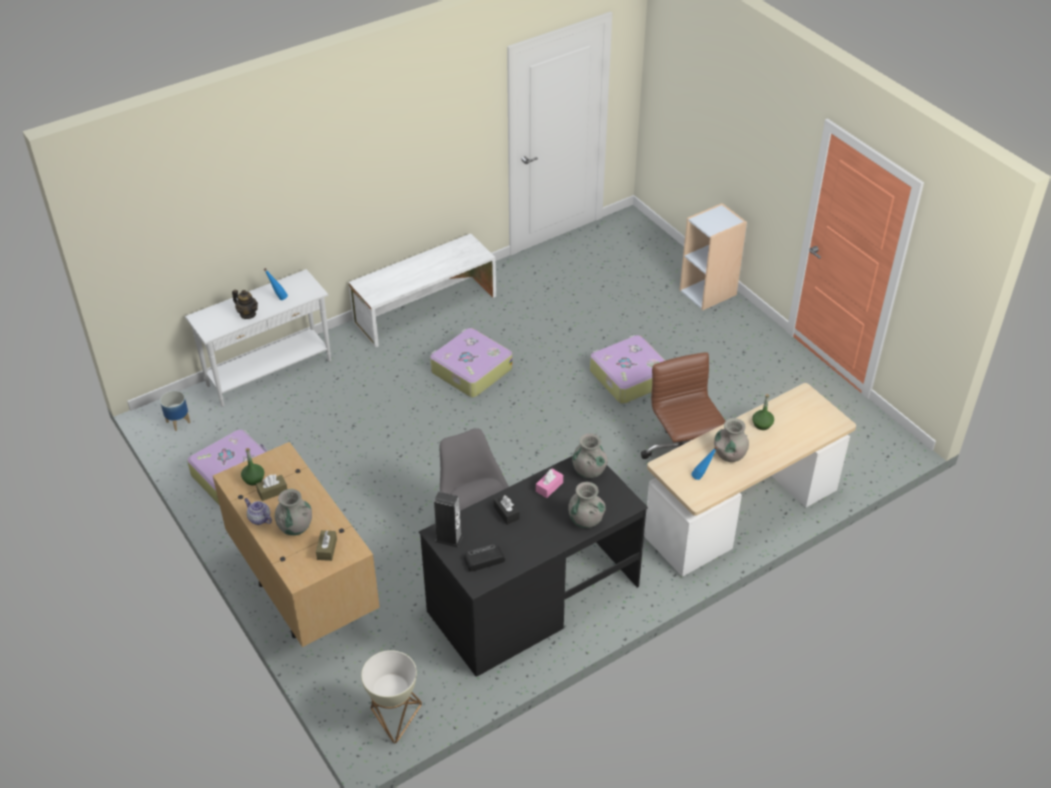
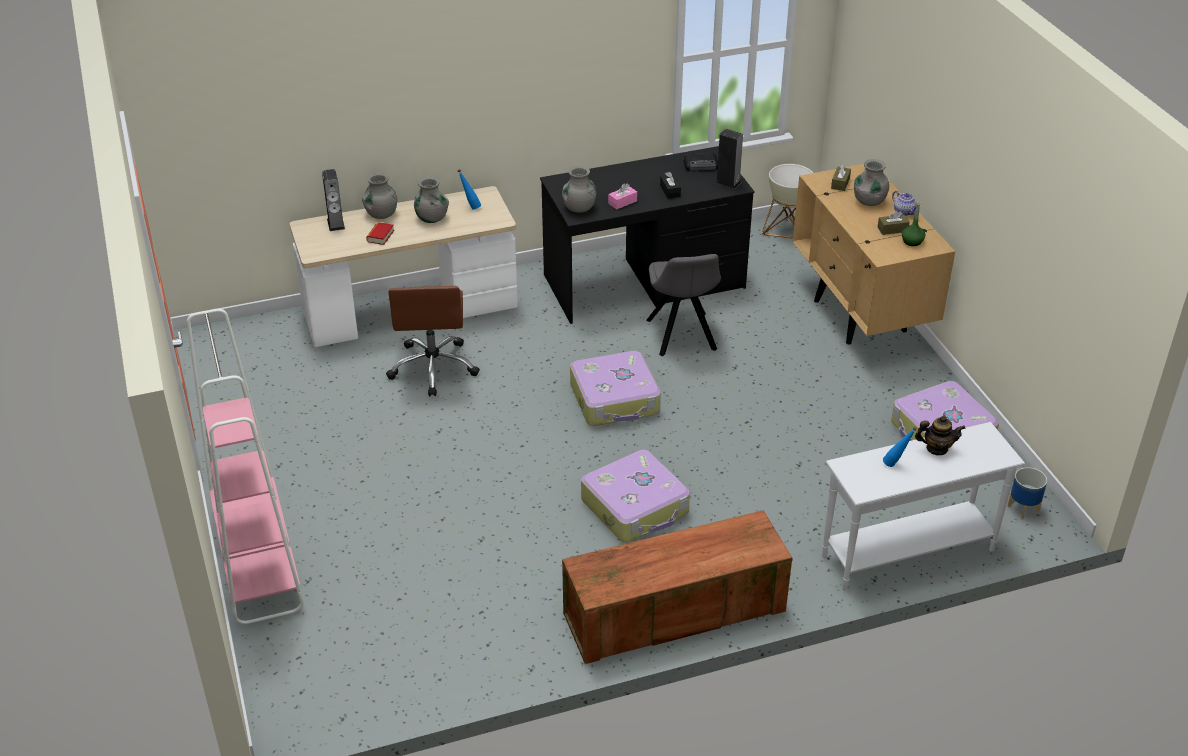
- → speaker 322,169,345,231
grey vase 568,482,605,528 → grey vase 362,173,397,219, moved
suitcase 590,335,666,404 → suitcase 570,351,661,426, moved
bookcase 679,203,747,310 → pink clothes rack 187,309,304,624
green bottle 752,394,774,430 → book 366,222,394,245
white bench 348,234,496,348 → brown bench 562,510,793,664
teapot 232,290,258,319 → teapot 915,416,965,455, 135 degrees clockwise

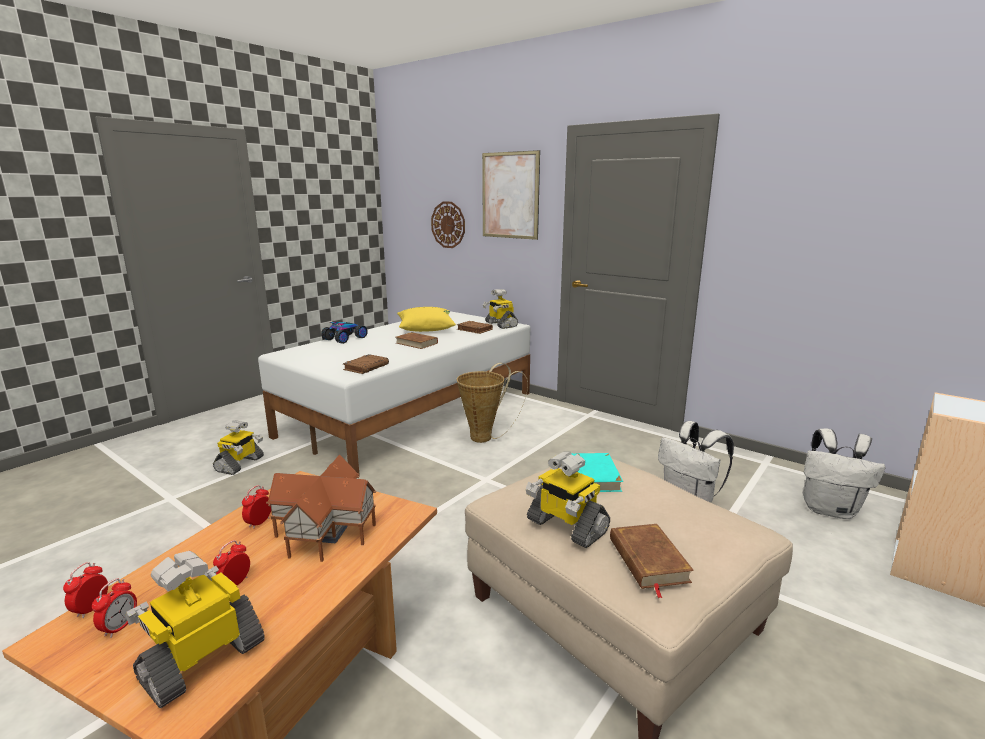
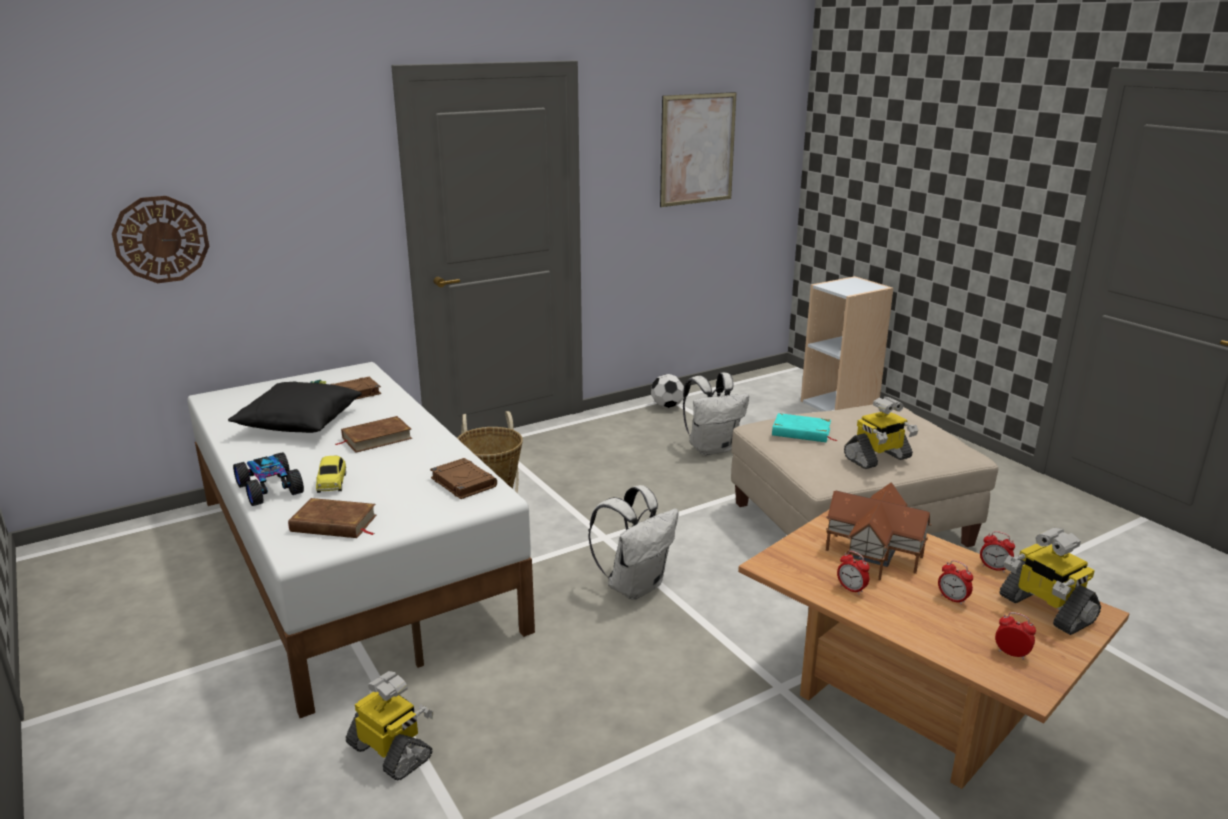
toy robot 483,289,518,329 → -
- → toy car 316,455,346,493
- → football 651,374,684,408
alarm clock 63,562,108,618 → alarm clock 980,531,1015,573, moved
picture 482,150,540,240 → picture 660,92,737,207, moved
brown book 610,524,694,598 → brown book 288,498,377,538, moved
white backpack 803,428,885,519 → white backpack 588,485,679,600, moved
yellow pillow 397,307,456,332 → black pillow 228,380,362,433

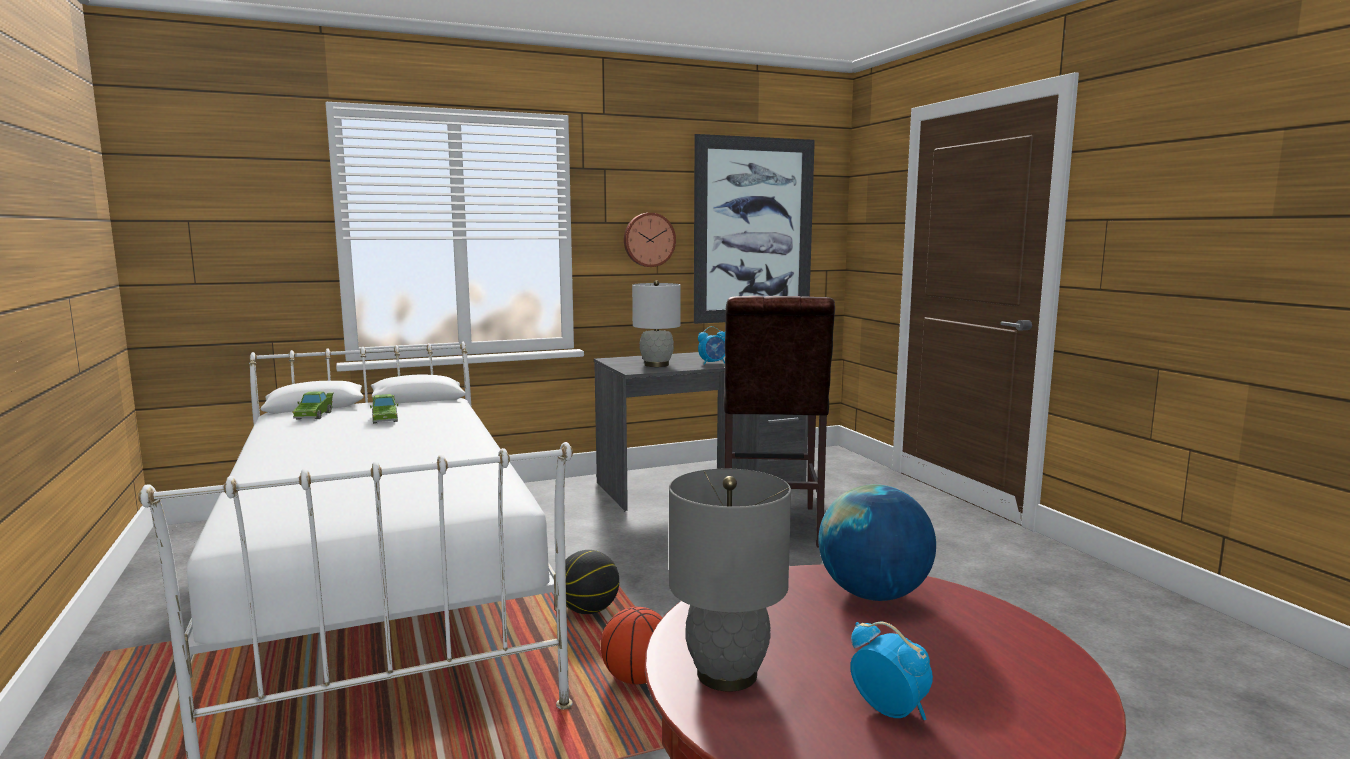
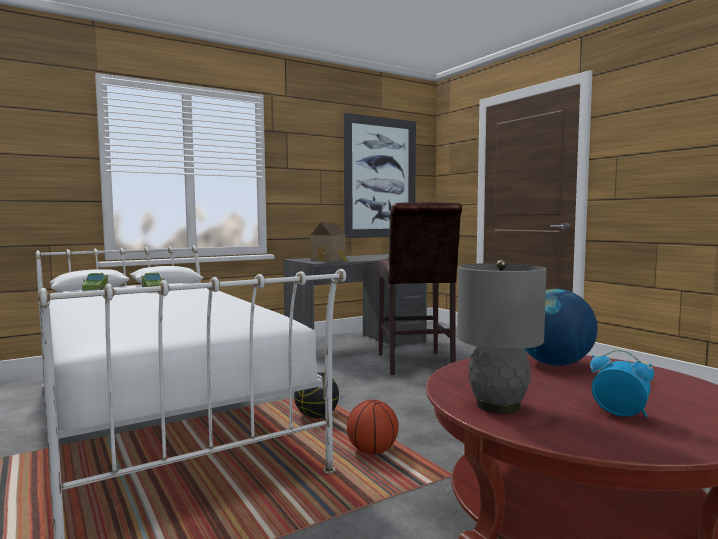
wall clock 624,213,676,267 → -
alarm clock 698,326,725,365 → -
white table lamp 632,280,681,367 → toy house 310,222,348,262

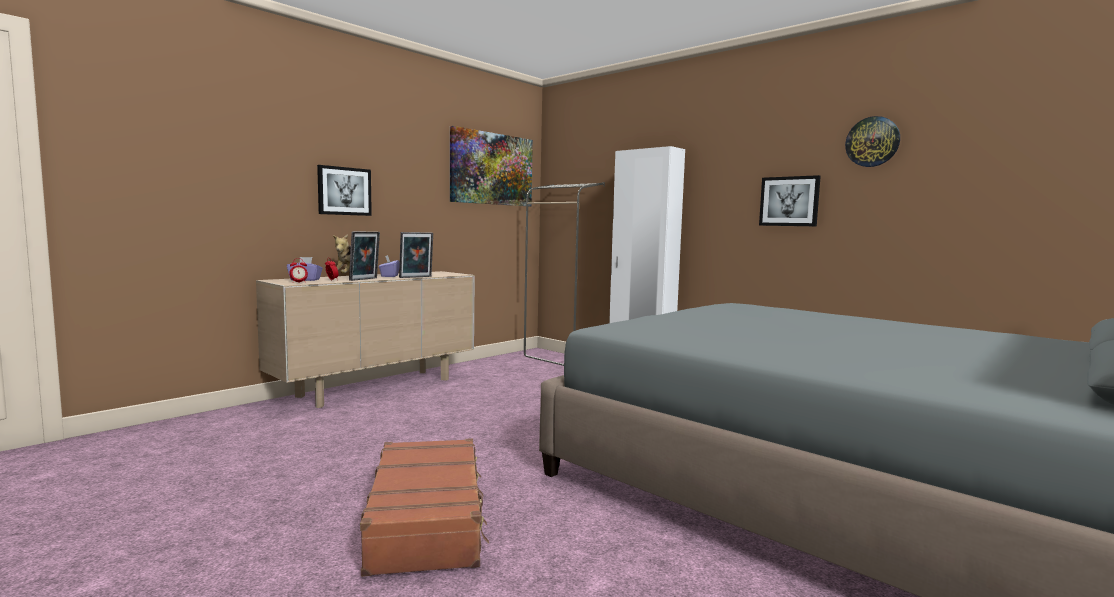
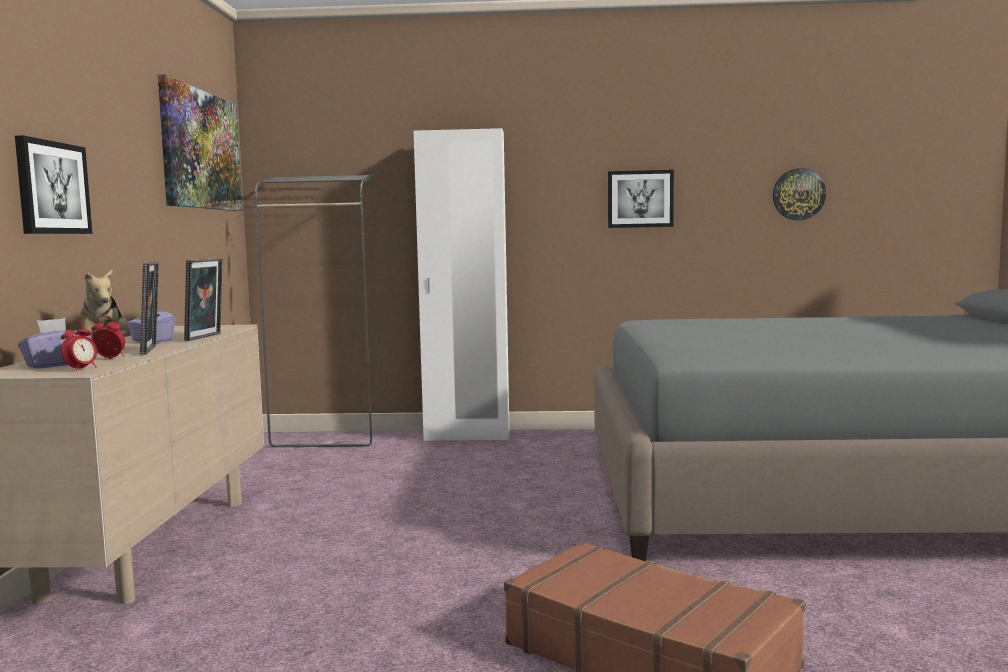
wall clock 845,116,900,167 → wall clock 773,168,826,220, moved

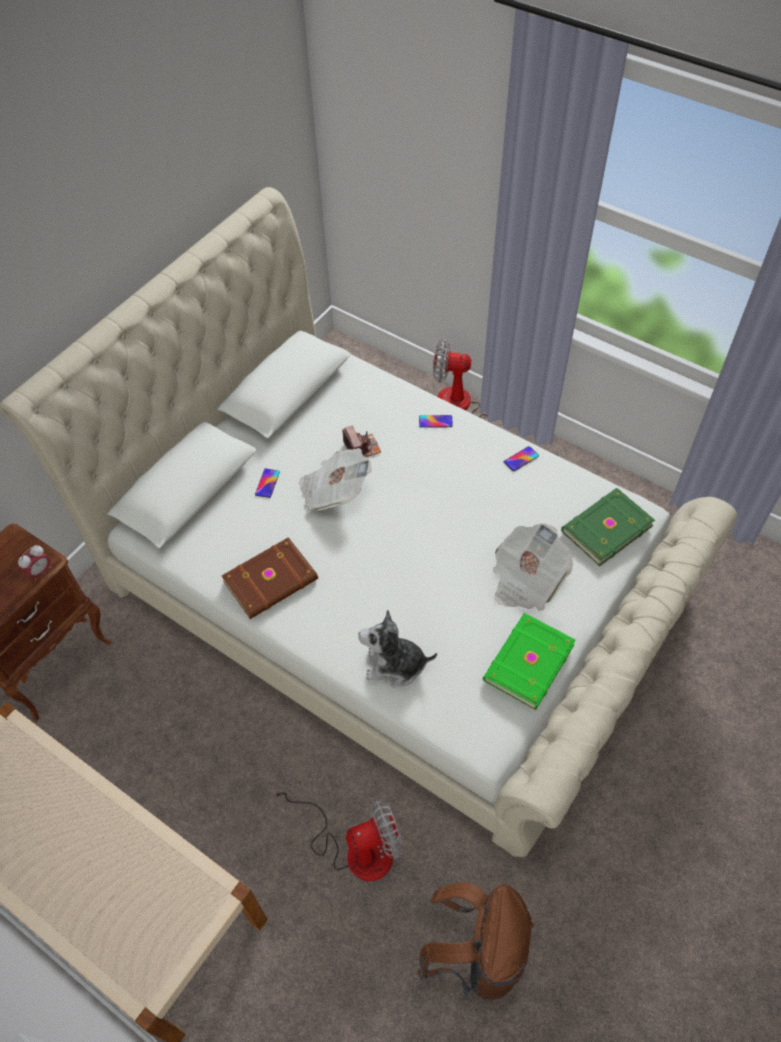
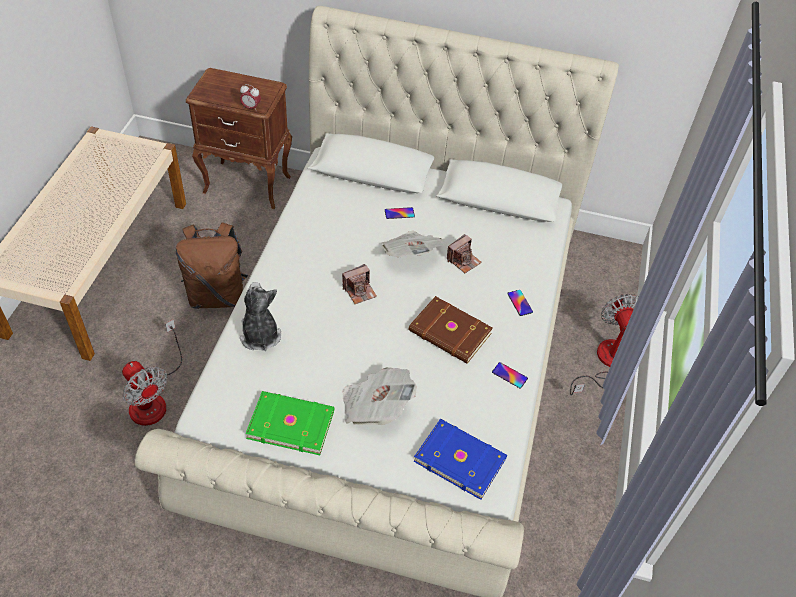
- → photo camera 342,264,377,304
brown book 222,537,318,619 → brown book 409,296,493,364, moved
brown backpack 417,882,534,1000 → brown backpack 176,222,248,309, moved
green book 561,488,655,566 → blue book 413,419,507,500

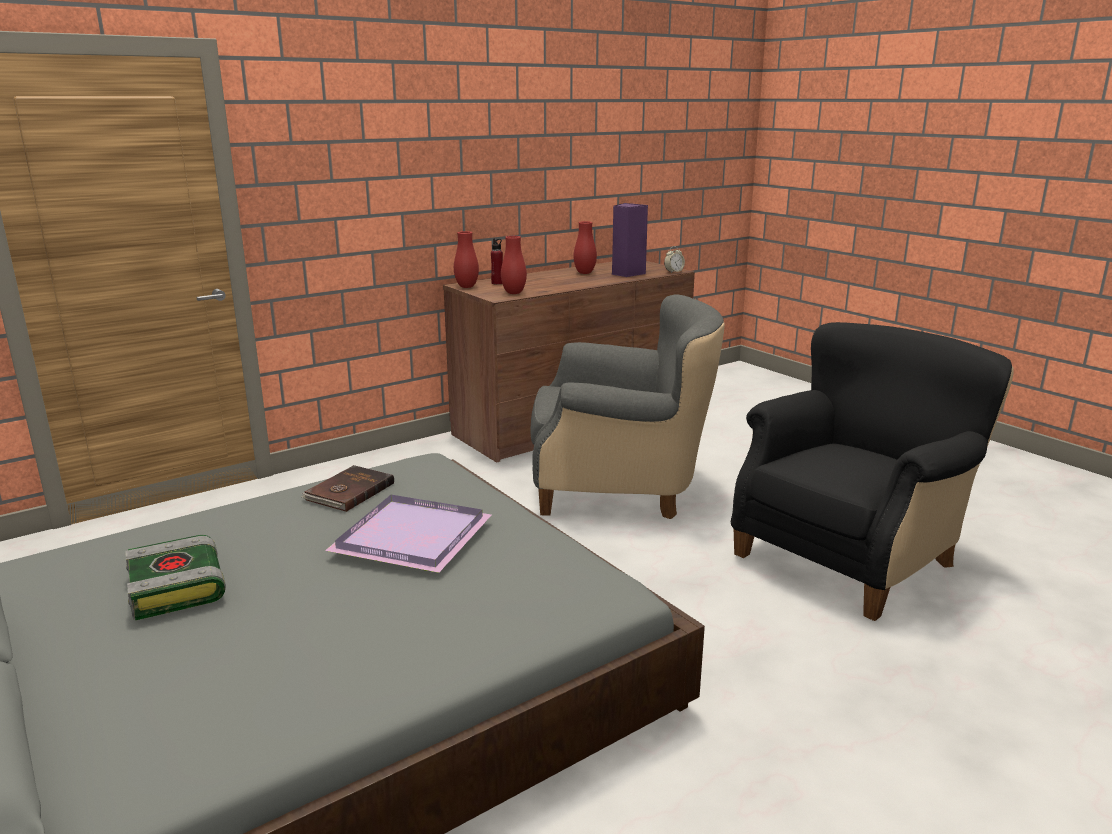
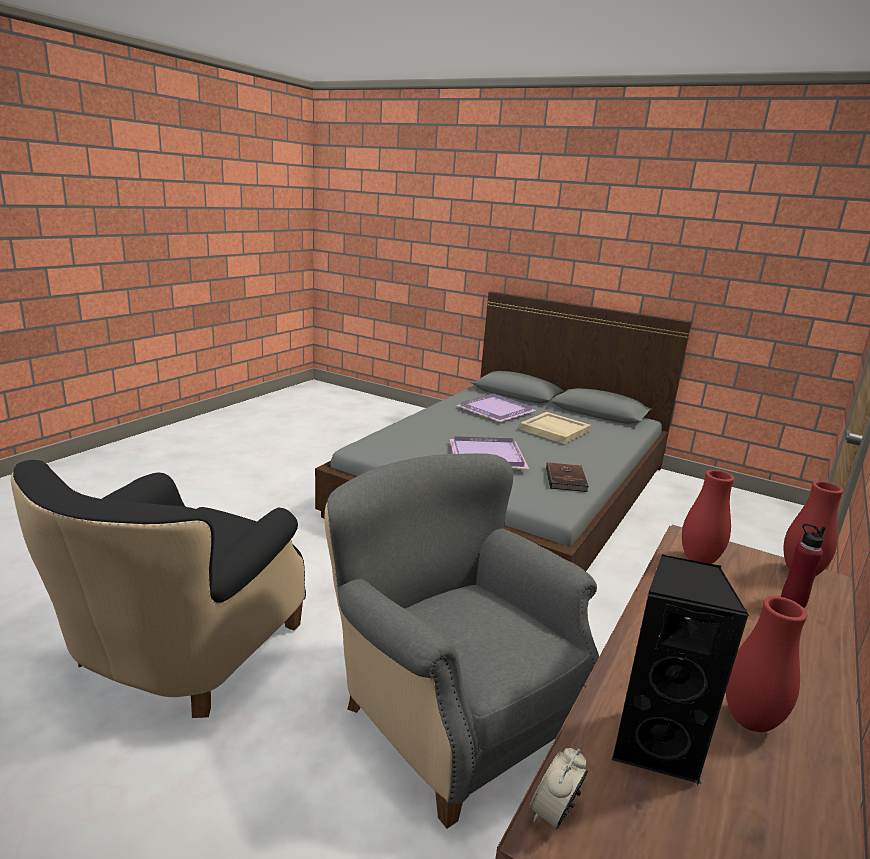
- → purple tray 456,393,536,422
book 125,535,226,620 → beige tray 519,412,591,444
purple speaker 612,203,648,277 → black speaker 612,555,749,786
grey armchair 530,294,725,519 → grey armchair 325,453,599,828, 75 degrees clockwise

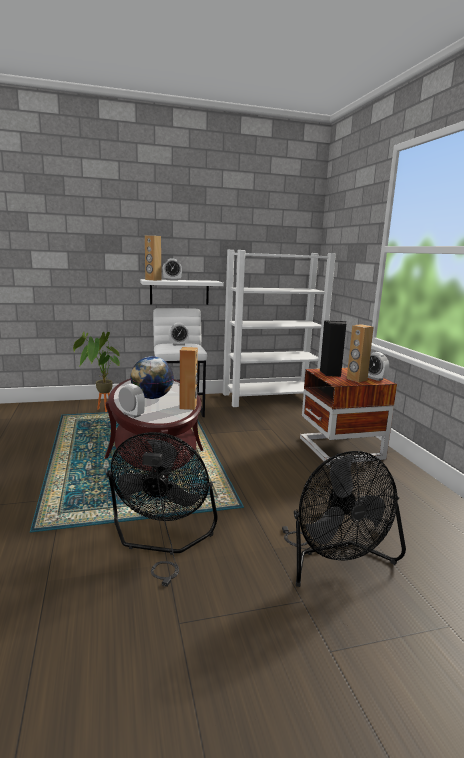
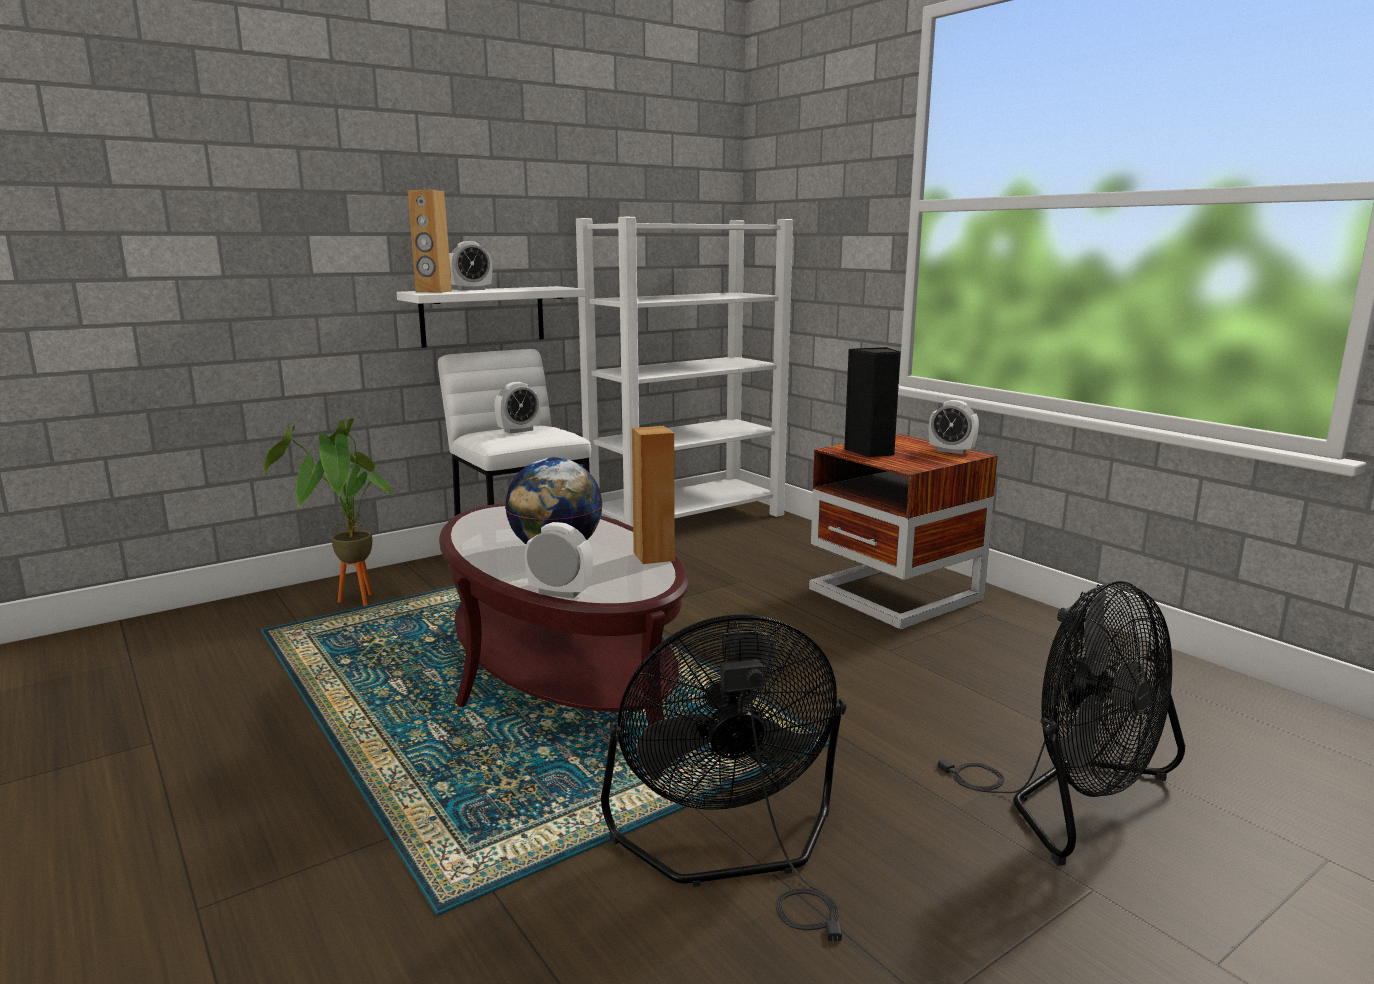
brown speaker 347,324,373,382 → -

